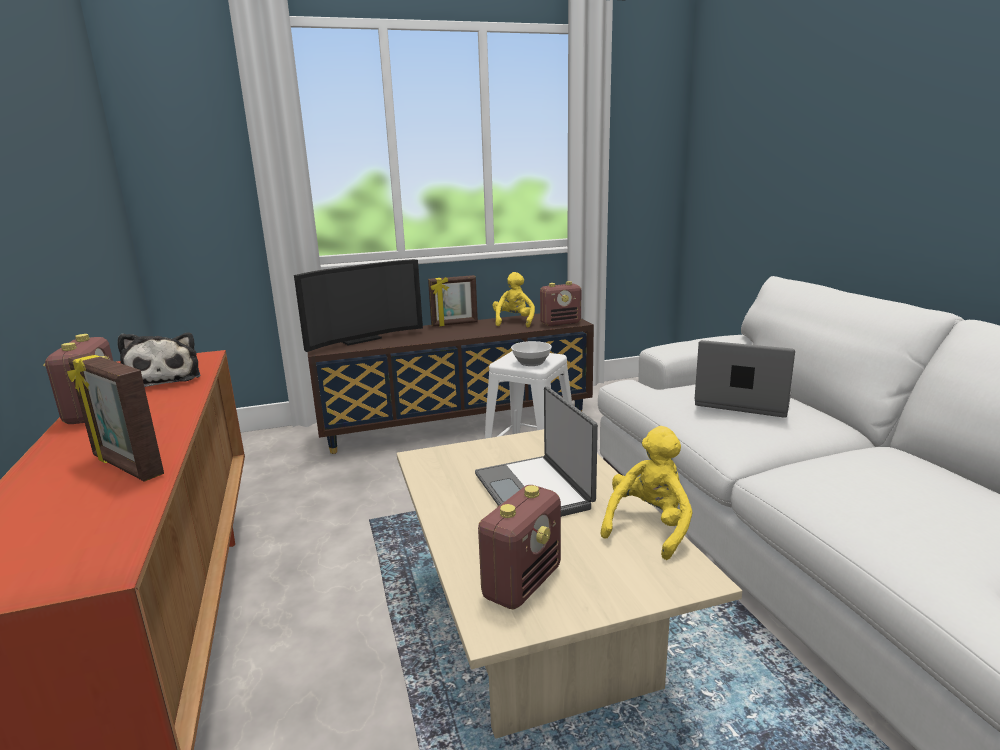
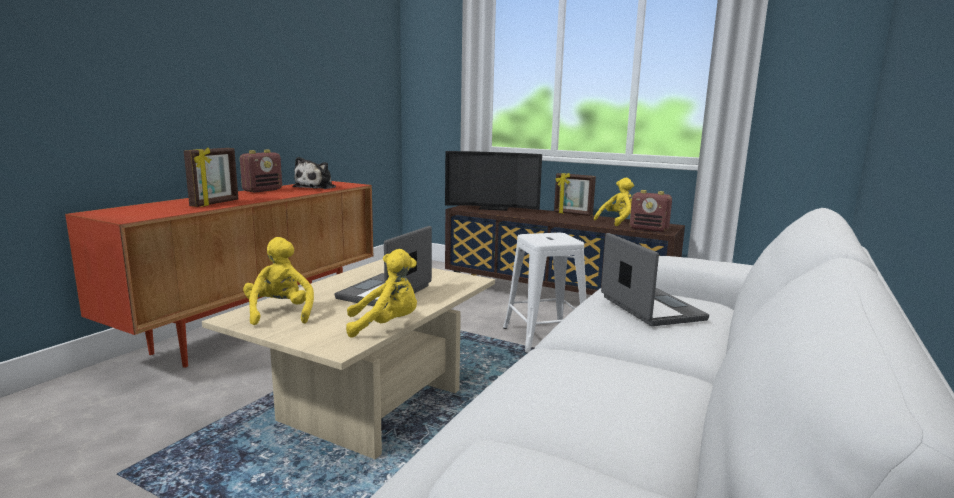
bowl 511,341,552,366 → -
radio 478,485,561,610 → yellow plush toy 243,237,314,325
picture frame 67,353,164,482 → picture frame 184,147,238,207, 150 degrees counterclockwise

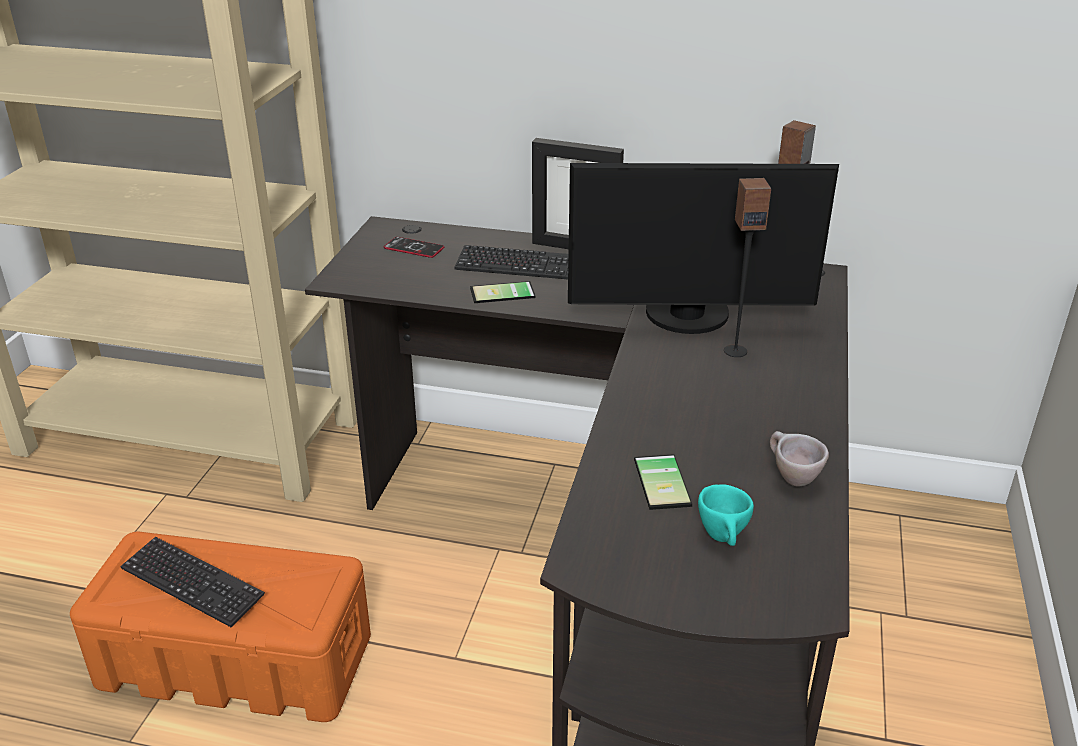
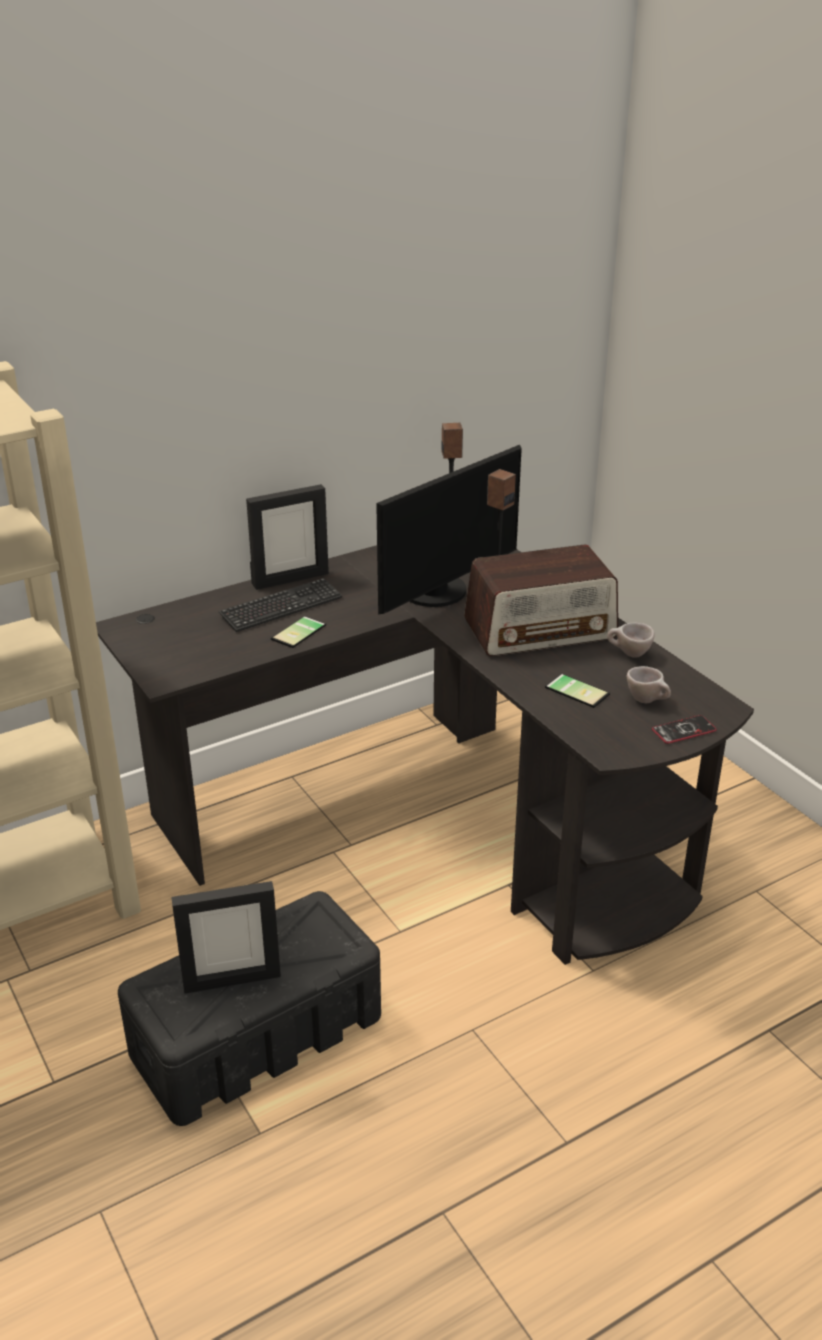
- → radio 464,544,618,656
phone 384,237,444,258 → phone 652,715,717,744, moved
keyboard 120,537,265,627 → picture frame 171,881,281,993
orange storage box 70,532,371,722 → black storage box 118,891,381,1126
turquoise cup 698,484,754,546 → beige cup 626,666,671,703

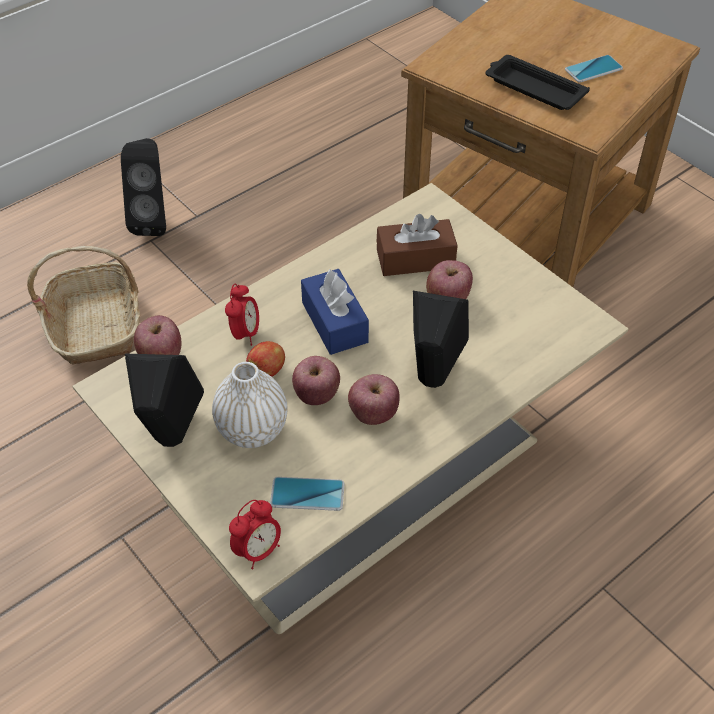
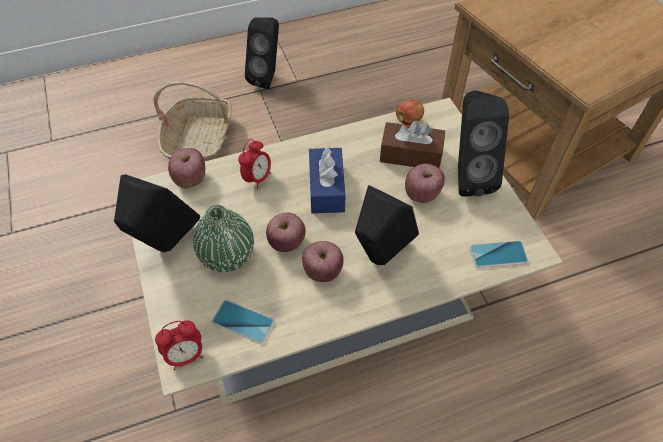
black tray 485,55,590,110 → -
- → black speaker 458,90,509,197
apple 246,341,285,377 → apple 396,100,424,125, moved
phone 565,55,623,83 → phone 470,241,528,268, moved
white vase 212,362,287,448 → green vase 193,205,254,272

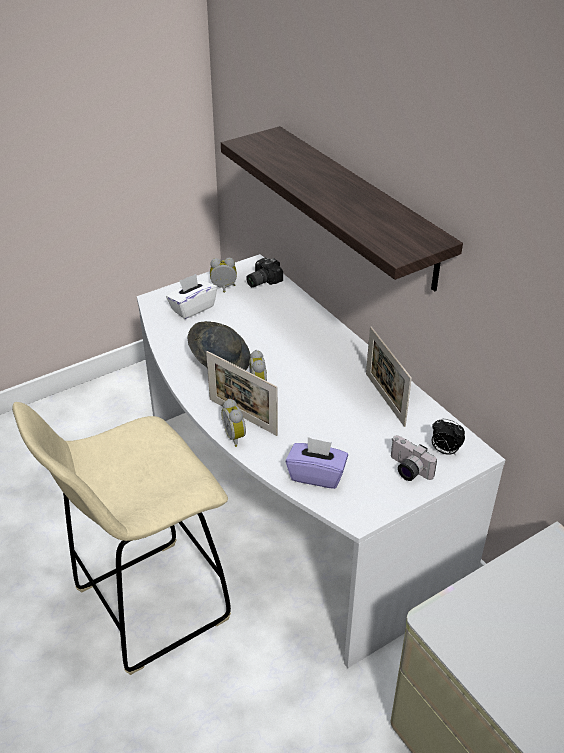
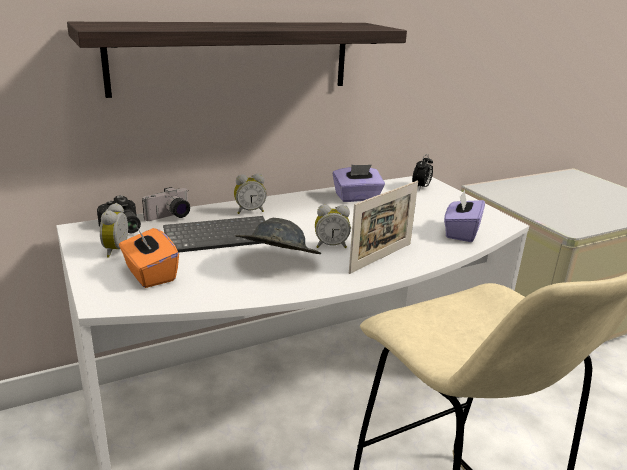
- → keyboard 163,216,265,253
alarm clock 221,399,246,447 → alarm clock 234,173,267,214, moved
photo camera 391,435,437,481 → photo camera 142,187,190,221, moved
picture frame 366,326,412,427 → purple tissue box 333,165,385,202
white tissue box 166,274,217,319 → orange tissue box 119,224,179,288

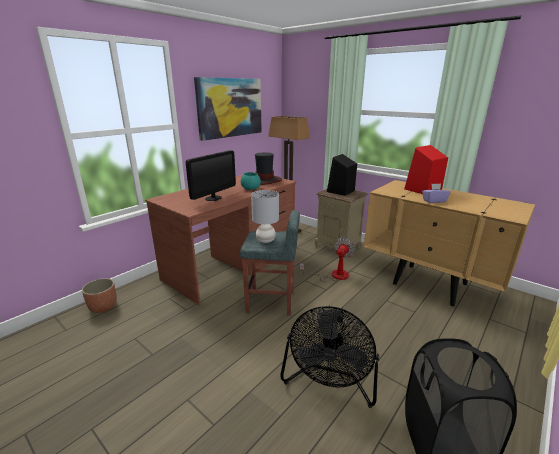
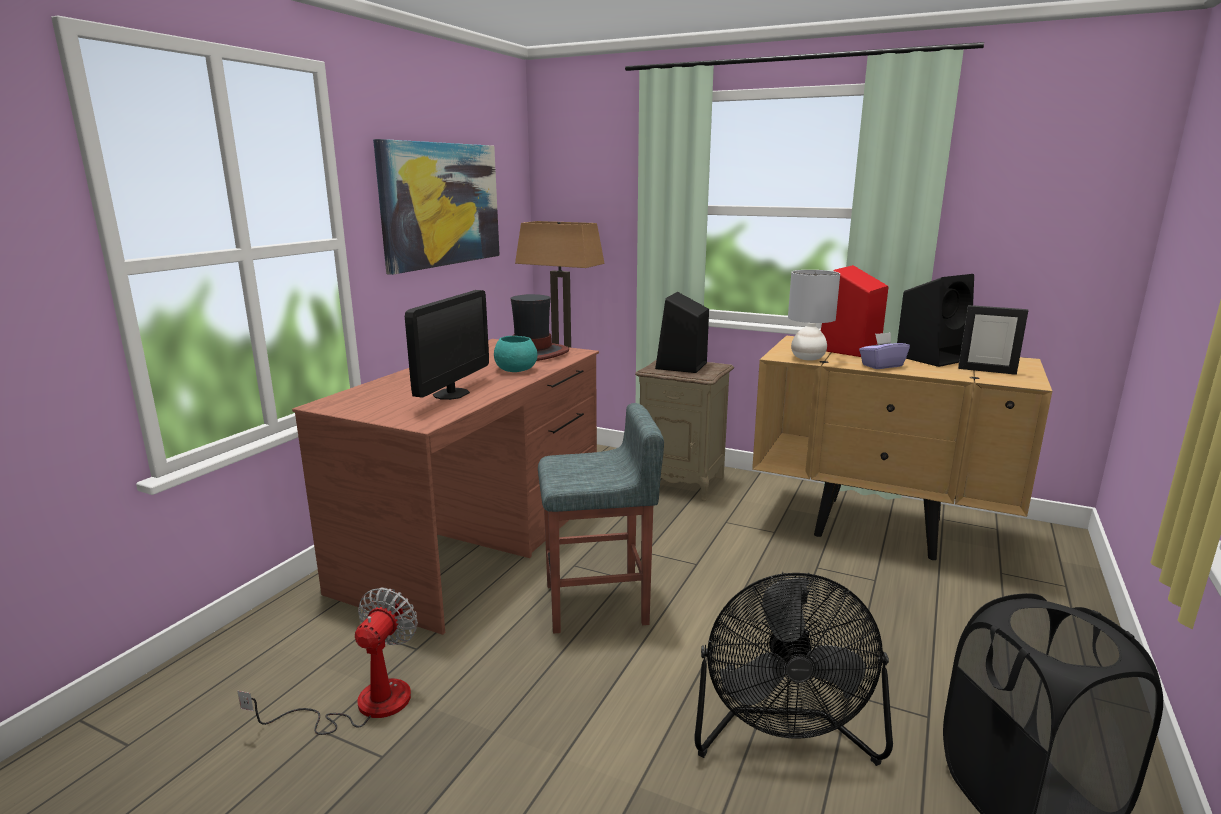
planter 82,278,117,313 → -
- → black speaker 897,274,974,367
- → picture frame 958,305,1029,375
grey table lamp 251,190,279,243 → grey table lamp 788,270,840,361, moved
fan 300,238,356,282 → fan 237,588,418,735, moved

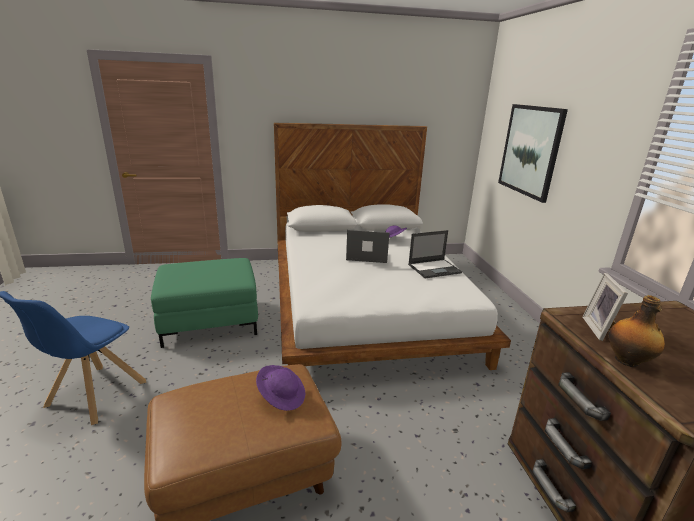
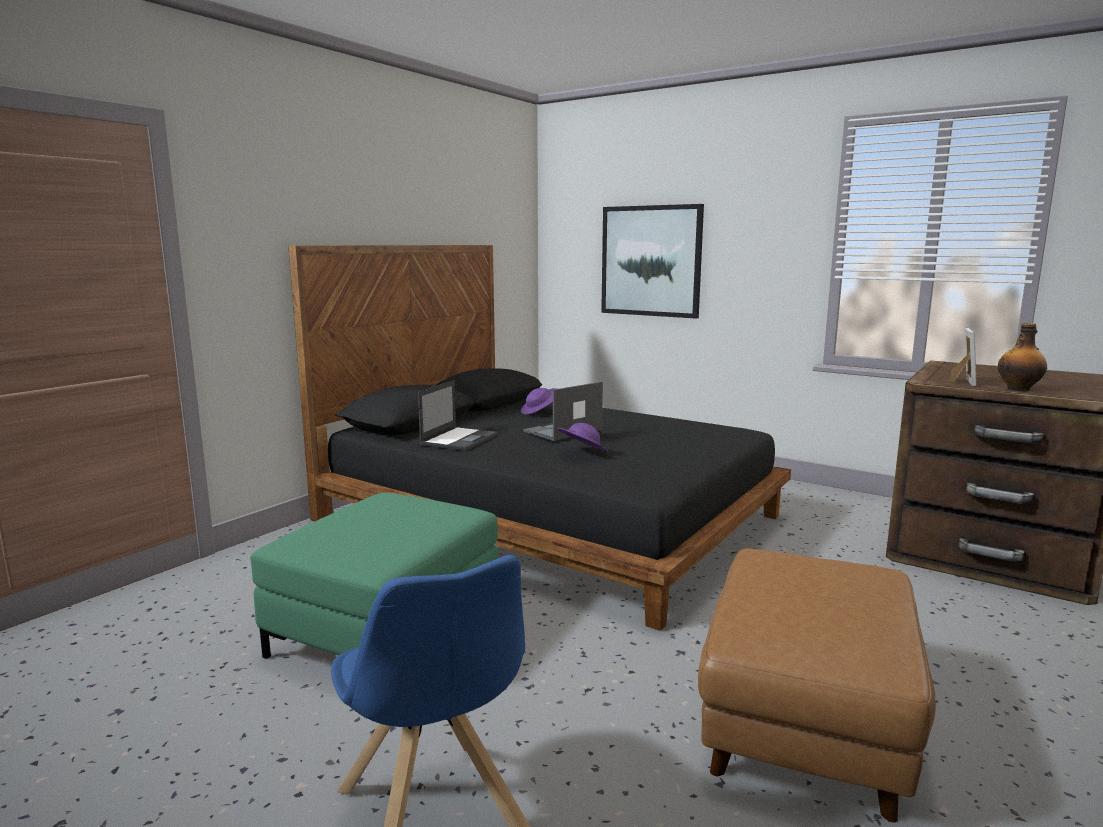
purple hat 256,365,305,411 → purple hat 557,423,608,451, moved
laptop 408,230,462,278 → laptop 418,380,498,451, moved
white bed 274,123,511,370 → black bed 288,245,791,631
picture frame 583,273,628,341 → picture frame 950,328,977,386, 120 degrees counterclockwise

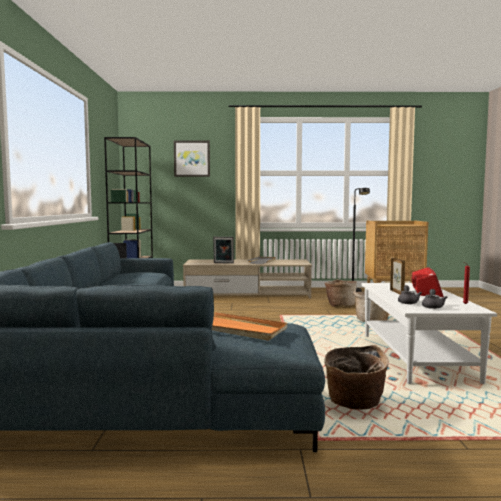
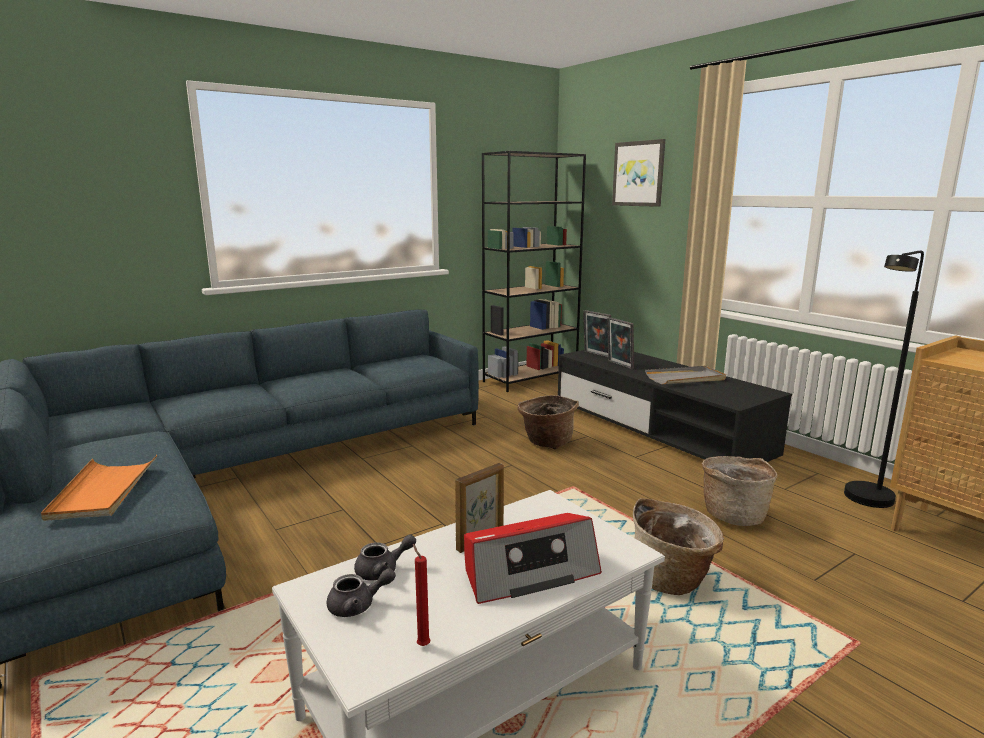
- → picture frame 583,310,611,358
basket 324,345,389,409 → basket 518,395,579,449, moved
beige tv stand 183,259,312,298 → black tv stand 558,350,792,462

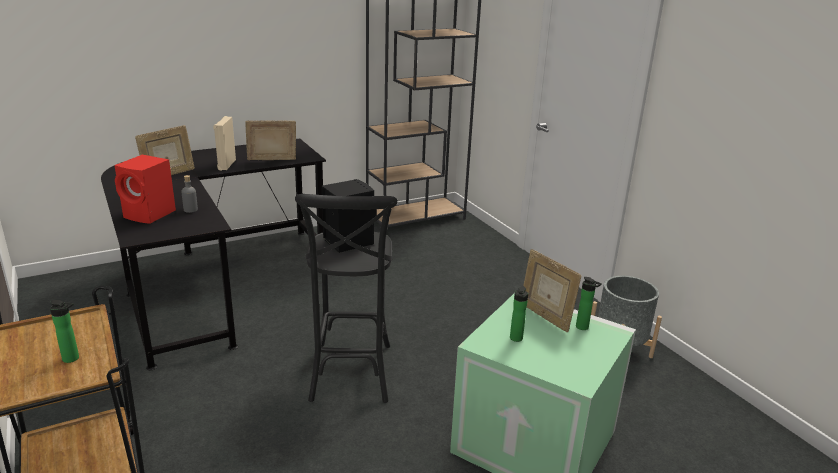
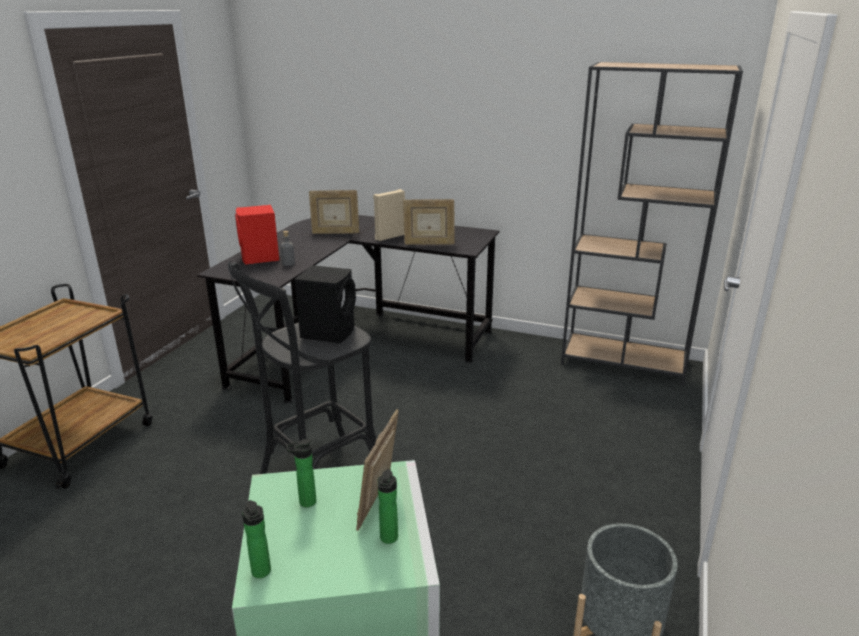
bottle 50,300,79,363 → bottle 242,500,271,578, moved
picture frame 245,120,296,160 → picture frame 403,199,455,245, 150 degrees clockwise

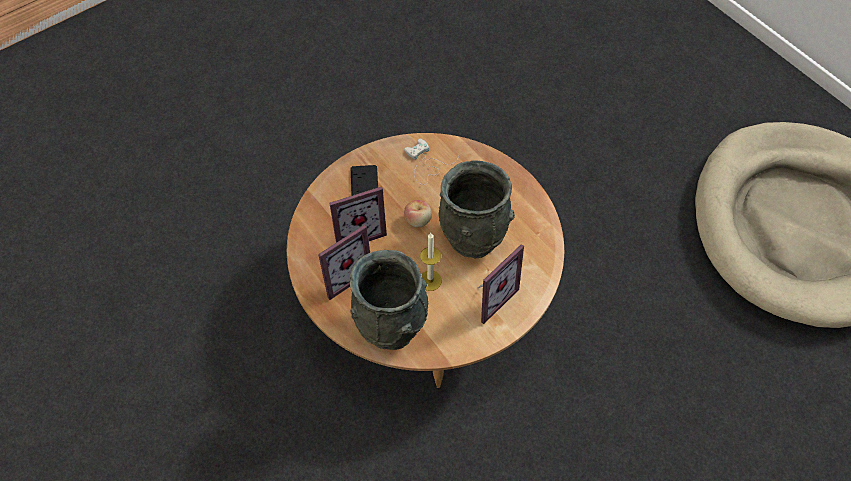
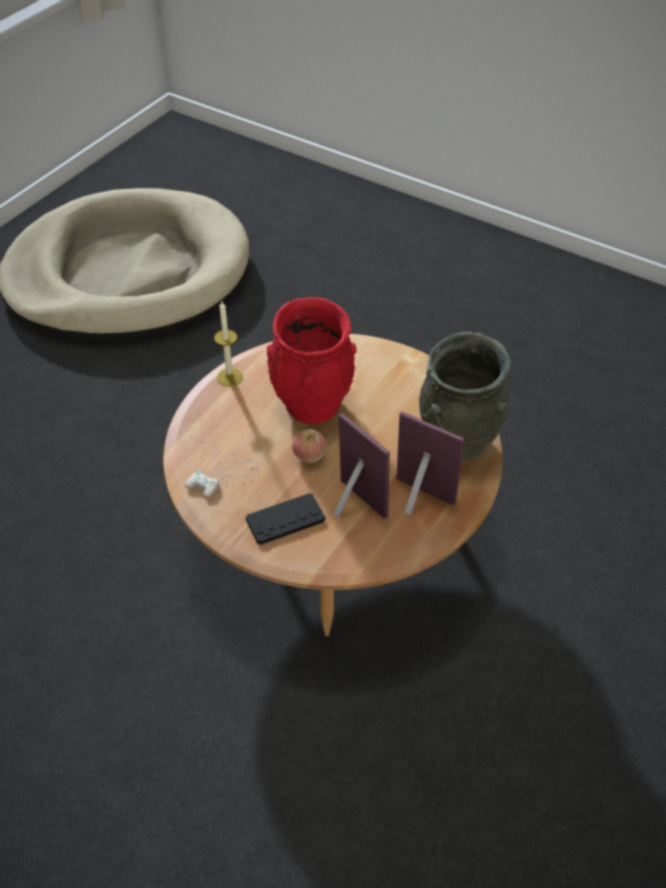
picture frame 478,244,524,324 → -
candle 420,233,442,291 → candle 214,301,243,386, moved
grey vase 438,160,515,259 → red vase 267,297,357,424

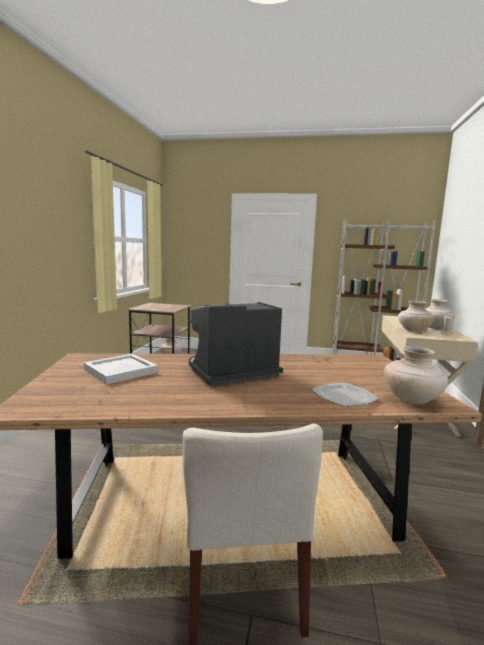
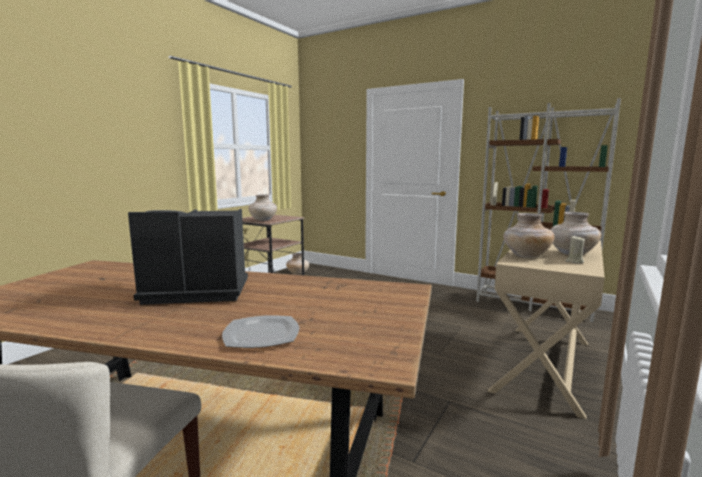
white tray 84,354,158,384 → -
beige vase 384,346,448,404 → beige vase 248,194,277,221, moved

